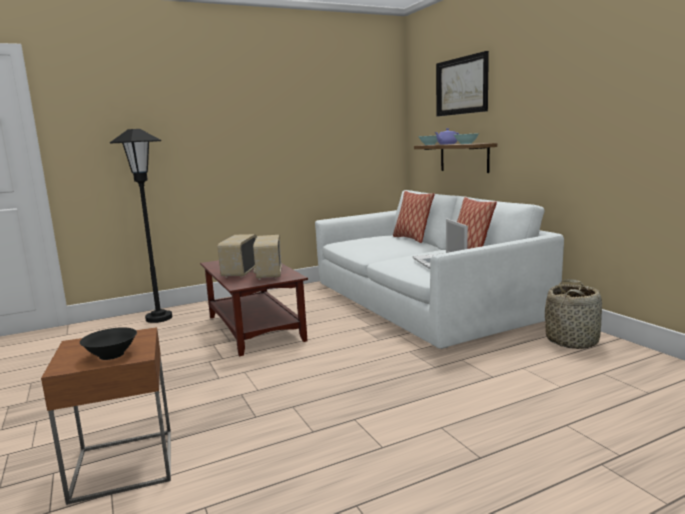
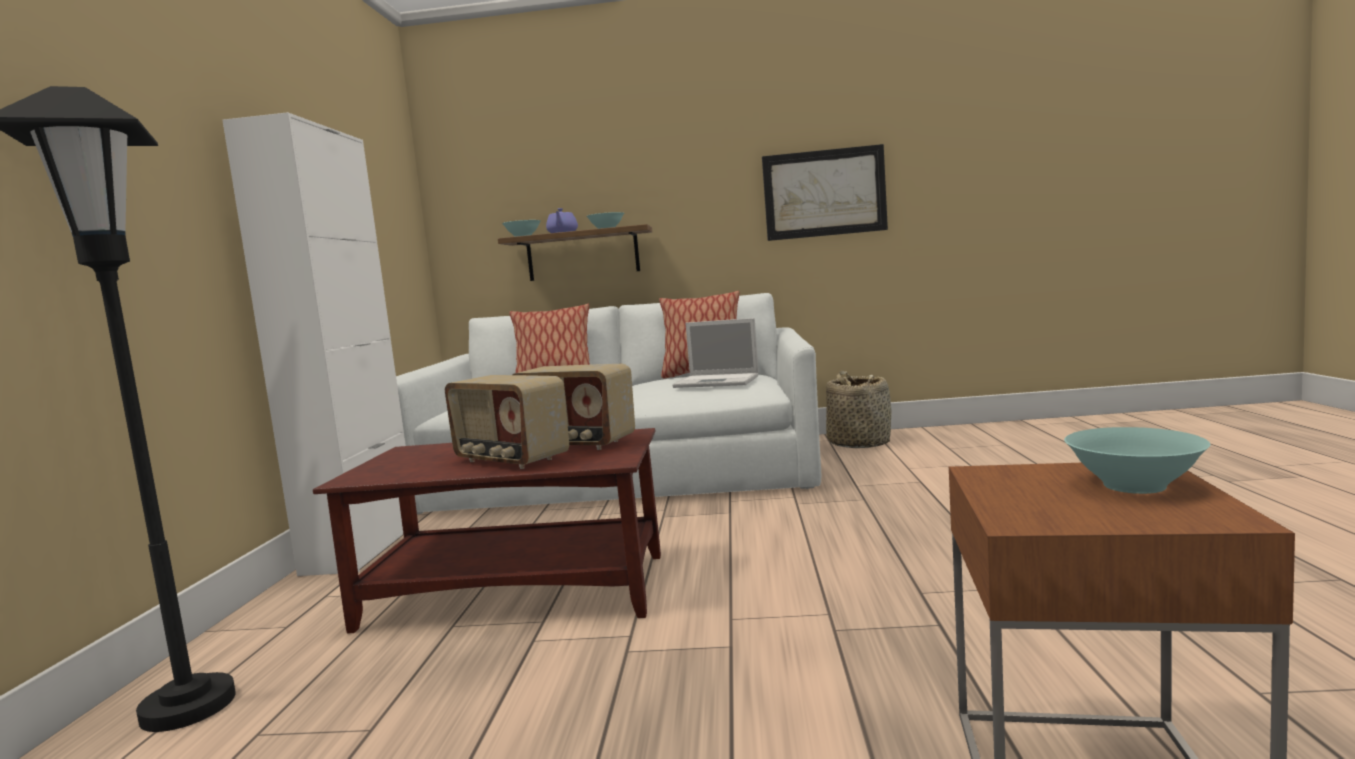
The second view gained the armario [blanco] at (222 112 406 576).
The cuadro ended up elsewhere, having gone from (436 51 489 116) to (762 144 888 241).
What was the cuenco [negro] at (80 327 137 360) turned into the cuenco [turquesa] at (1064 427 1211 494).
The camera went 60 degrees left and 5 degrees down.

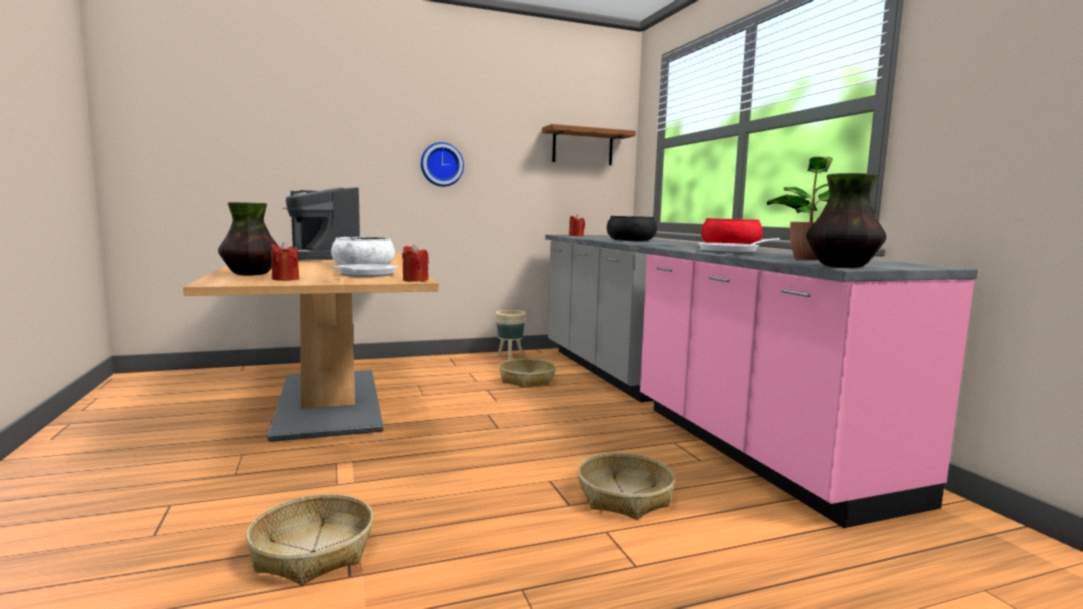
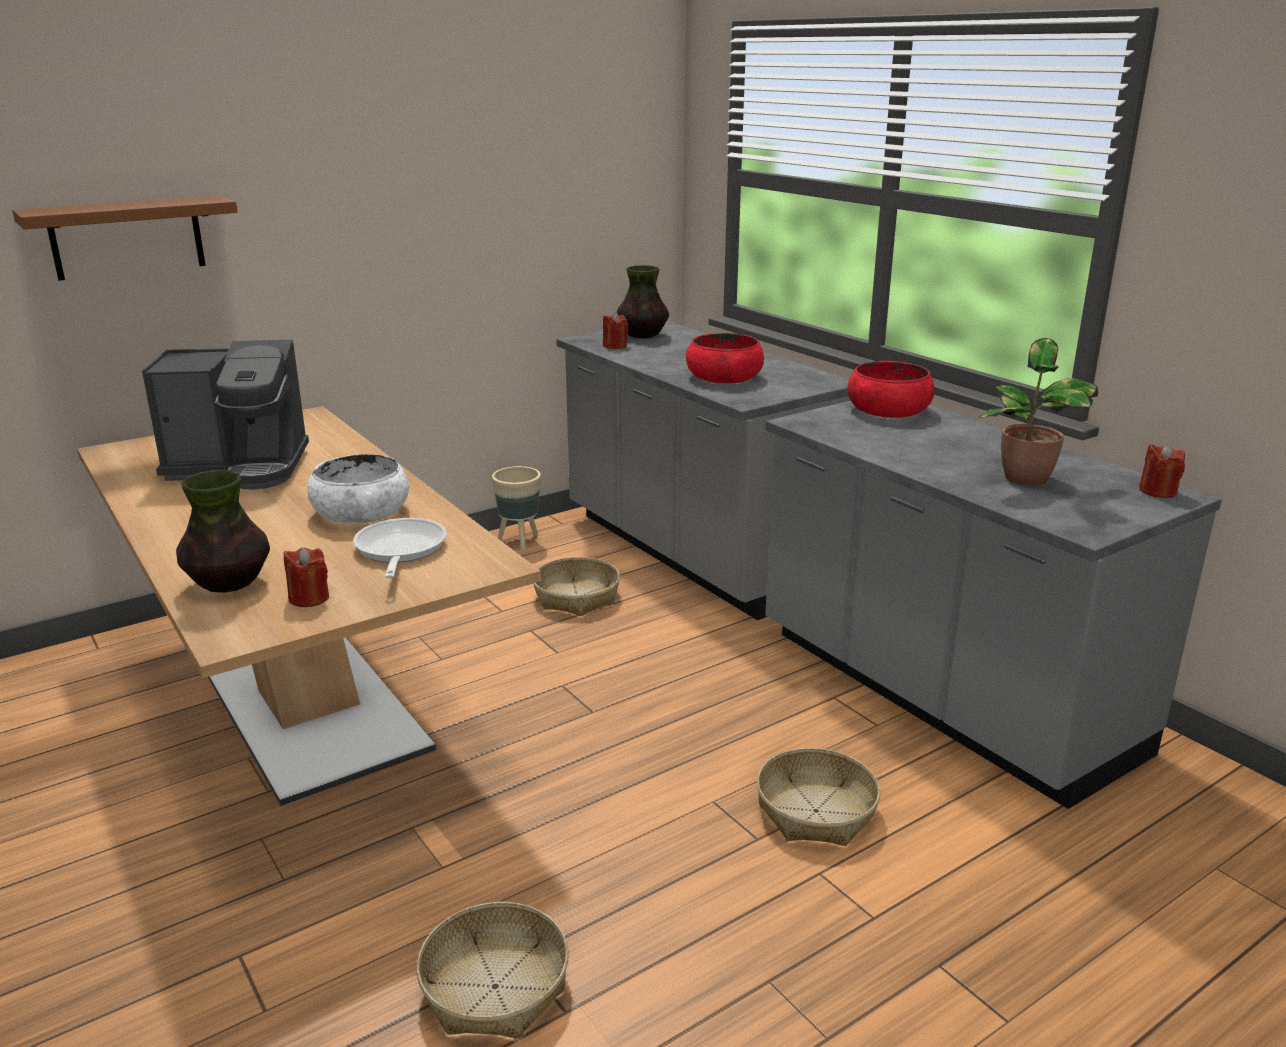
The estante [marrón] ended up elsewhere, having gone from (542 124 636 165) to (12 196 238 281).
The cafetera at (283 187 360 261) ended up facing another way, 45 degrees counterclockwise from before.
The florero ended up elsewhere, having gone from (806 173 886 268) to (617 265 669 338).
What was the cuenco [negro] at (607 216 657 241) turned into the cuenco [rojo] at (686 333 764 384).
What was the mueble bajo de cocina [rosa] at (640 246 978 528) turned into the mueble bajo de cocina [gris] at (765 401 1222 809).
The vela [rojo] ended up elsewhere, having gone from (402 244 429 282) to (1139 443 1185 498).
The second view lost the reloj de pared at (421 142 464 187).
The second view lost the sartén at (698 238 780 254).
The camera went 15 degrees left and 15 degrees up.

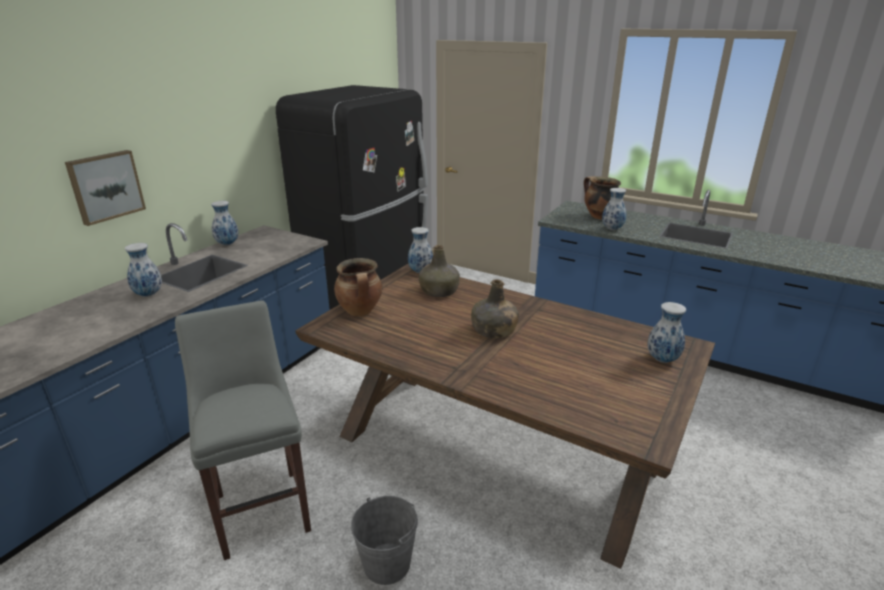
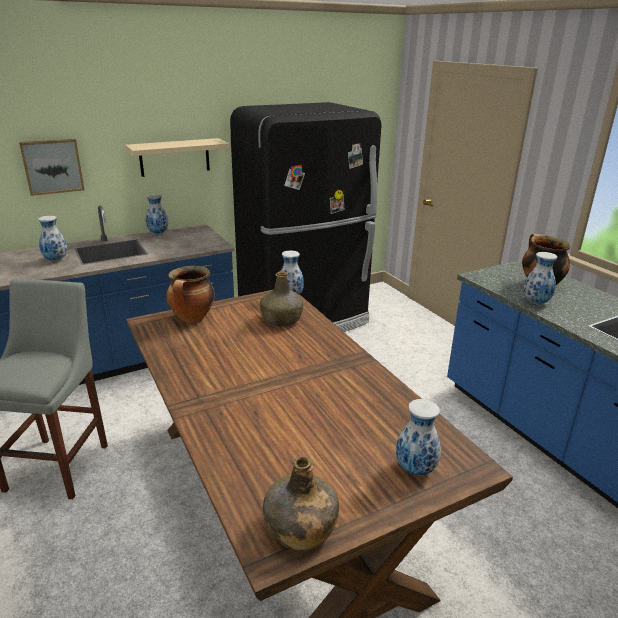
The second view gained the estante [beis] at (125 138 230 177).
The botella [verde] ended up elsewhere, having gone from (471 279 519 339) to (263 456 339 550).
The second view lost the cubo [gris] at (351 496 418 585).
The camera went 30 degrees right and 0 degrees up.

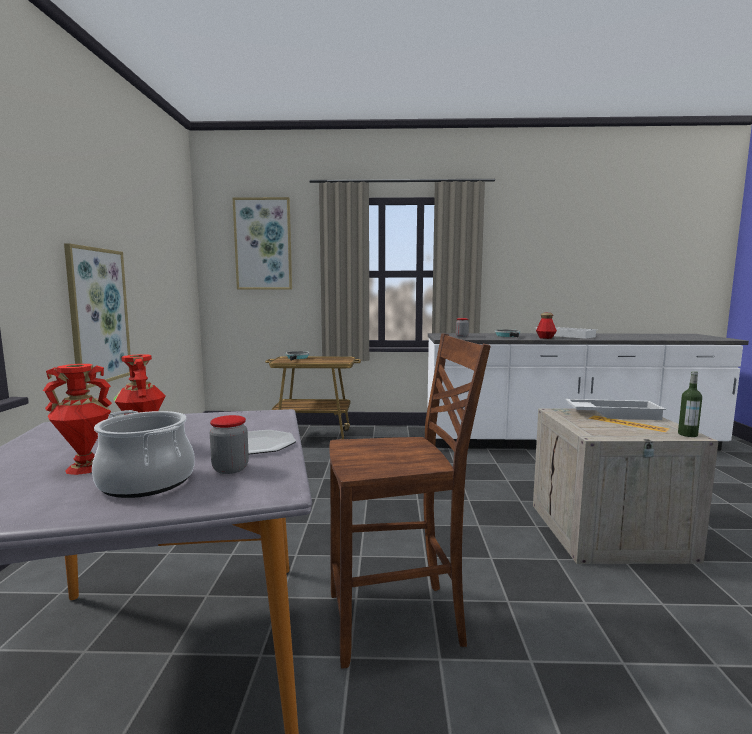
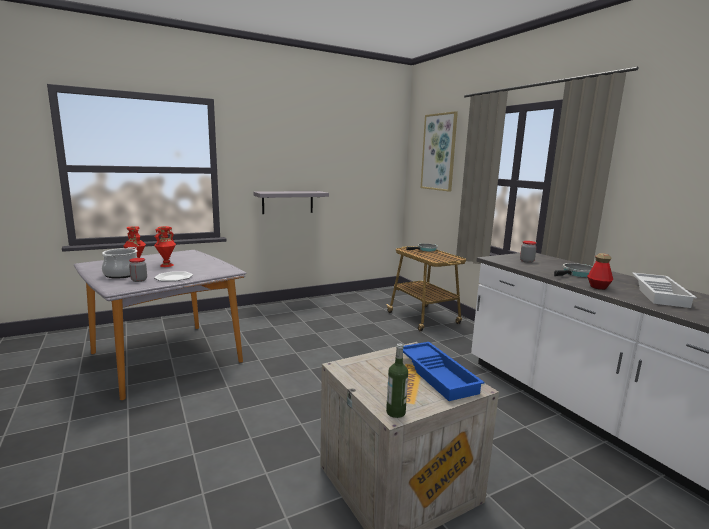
Where the cuadro hung at (64 243 131 389), the estante [gris] came to hang at (253 191 329 214).
What was the bandeja [blanco] at (566 399 666 420) turned into the bandeja [azul] at (403 342 485 401).
The second view lost the silla [marrón] at (329 333 490 668).
The camera went 60 degrees right and 5 degrees up.

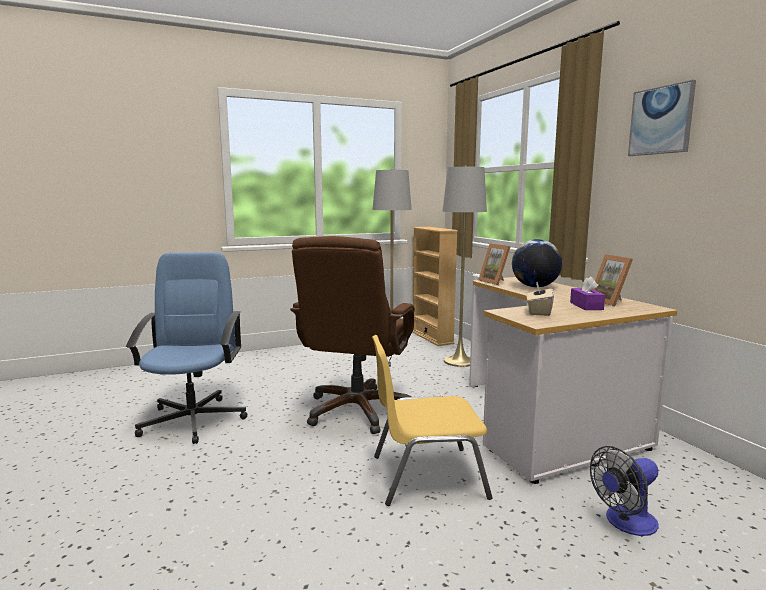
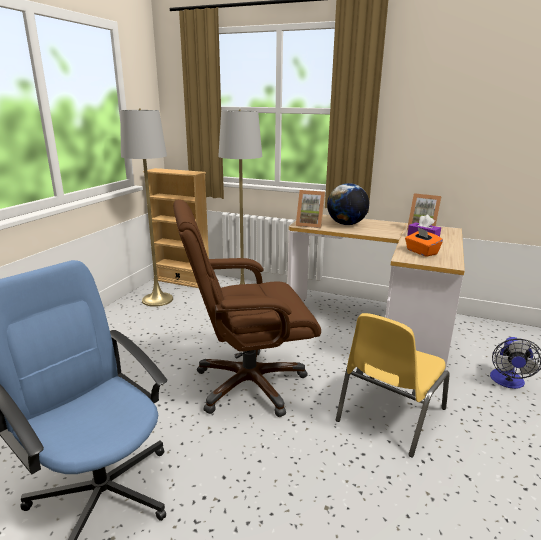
The silla de oficina [marrón] at (290 236 415 434) ended up facing another way, 105 degrees clockwise from before.
What was the caja de pañuelos [beis] at (527 282 554 316) turned into the caja de pañuelos [naranja] at (405 228 443 257).
The second view lost the cuadro at (628 80 696 156).
The camera went 45 degrees left and 10 degrees up.

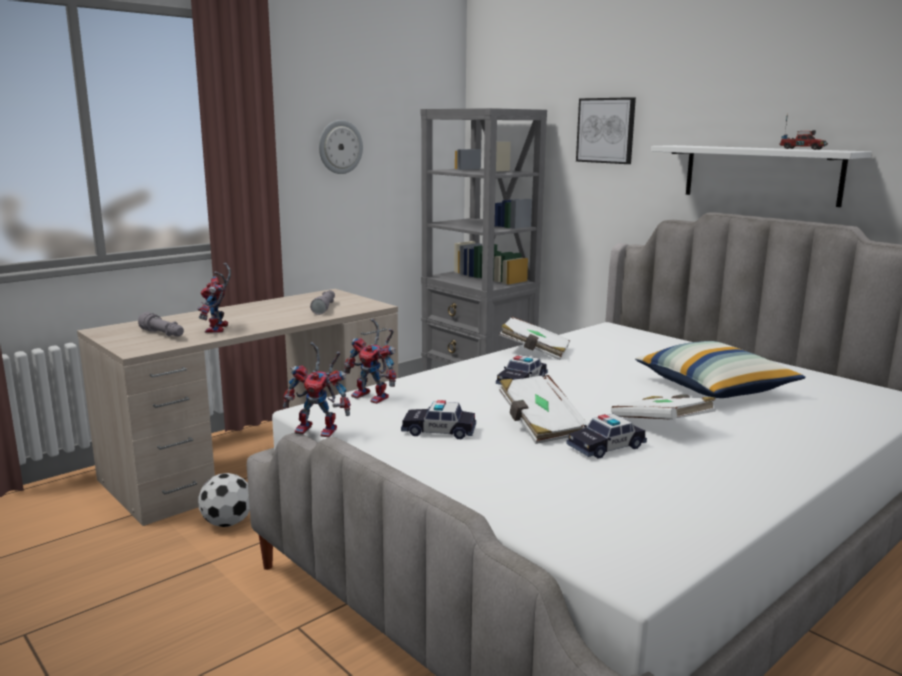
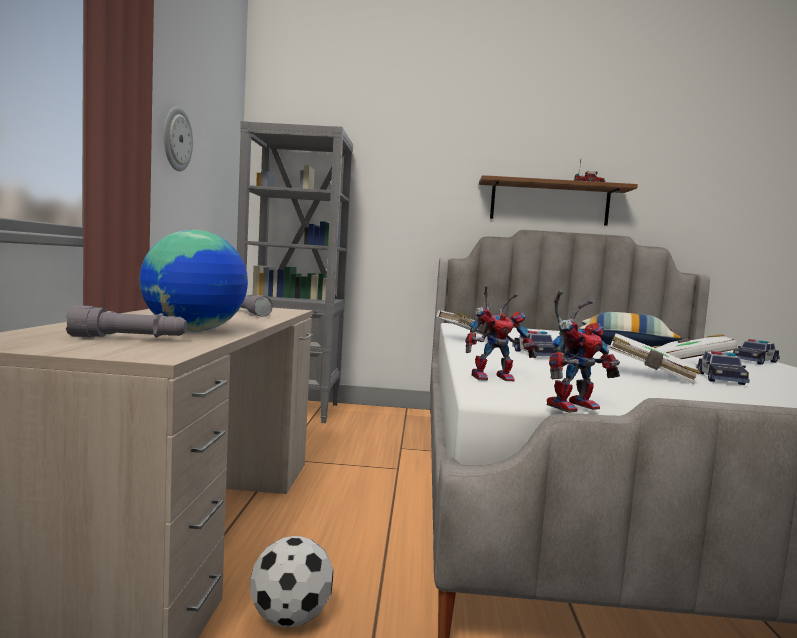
Where the robot de juguete stood at (198 263 231 333), the globo terráqueo came to stand at (139 230 248 331).
What was the estante [blanco] at (651 145 872 207) turned into the estante [marrón] at (479 175 638 226).
The coche de juguete ended up elsewhere, having gone from (401 400 476 439) to (733 339 780 365).
The second view lost the cuadro at (576 97 636 164).
The camera went 45 degrees left and 10 degrees down.

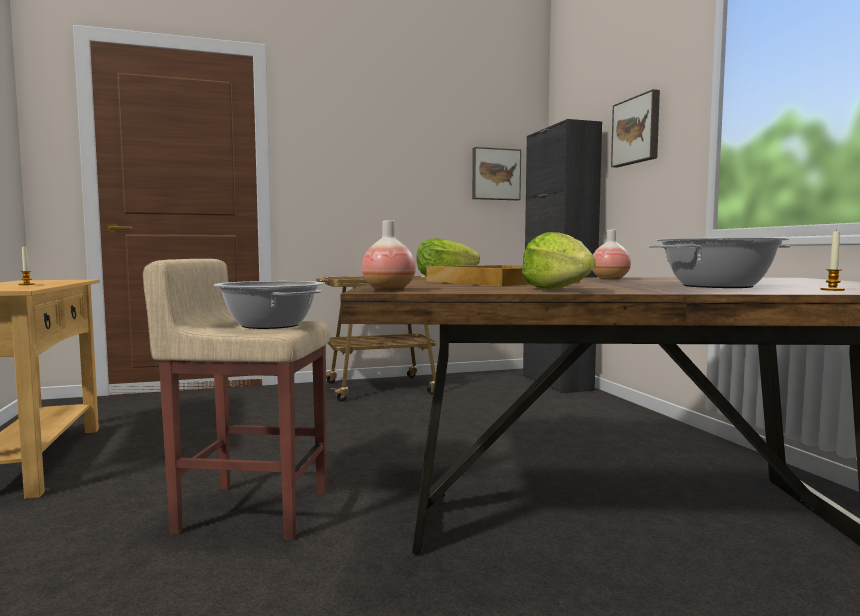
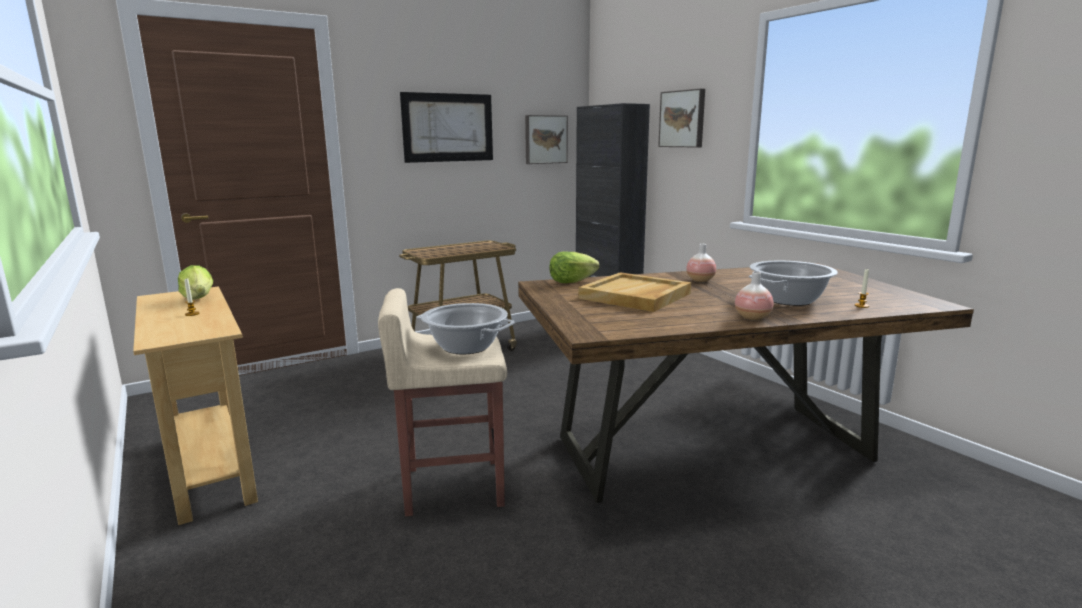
The lechuga ended up elsewhere, having gone from (522 232 596 289) to (178 265 213 300).
The second view gained the cuadro at (400 92 493 163).
The florero ended up elsewhere, having gone from (362 220 416 291) to (735 272 774 320).
The camera went 15 degrees left and 10 degrees up.

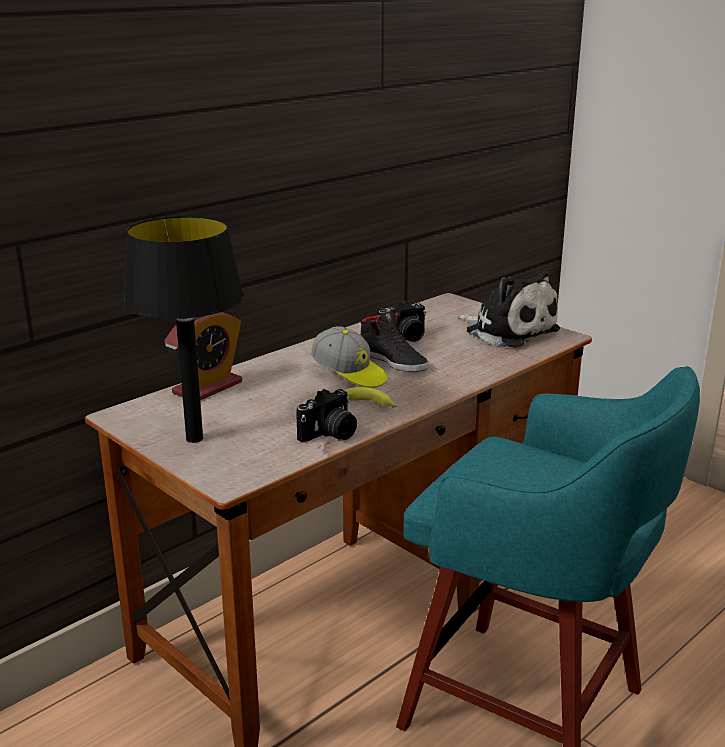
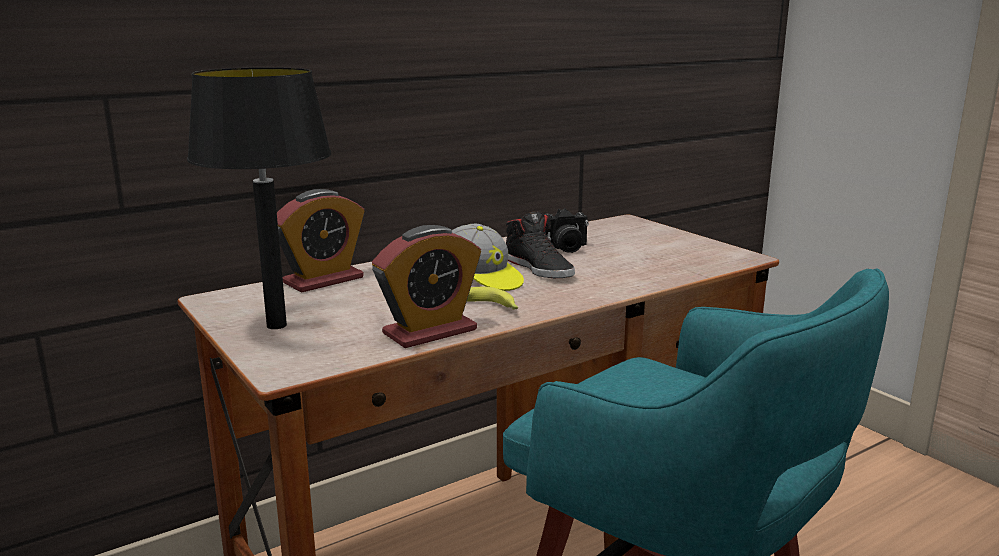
Where the cámara stood at (296 389 357 442), the despertador came to stand at (372 225 481 348).
The second view lost the peluche at (457 271 560 348).
The camera went 10 degrees right and 5 degrees down.

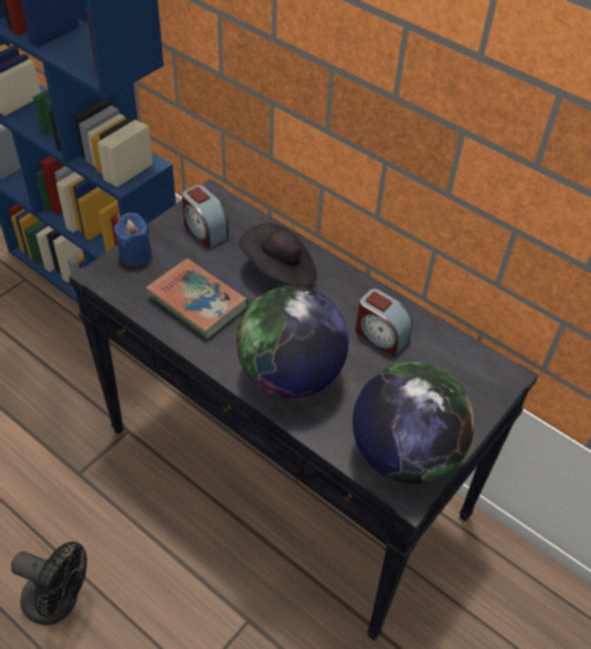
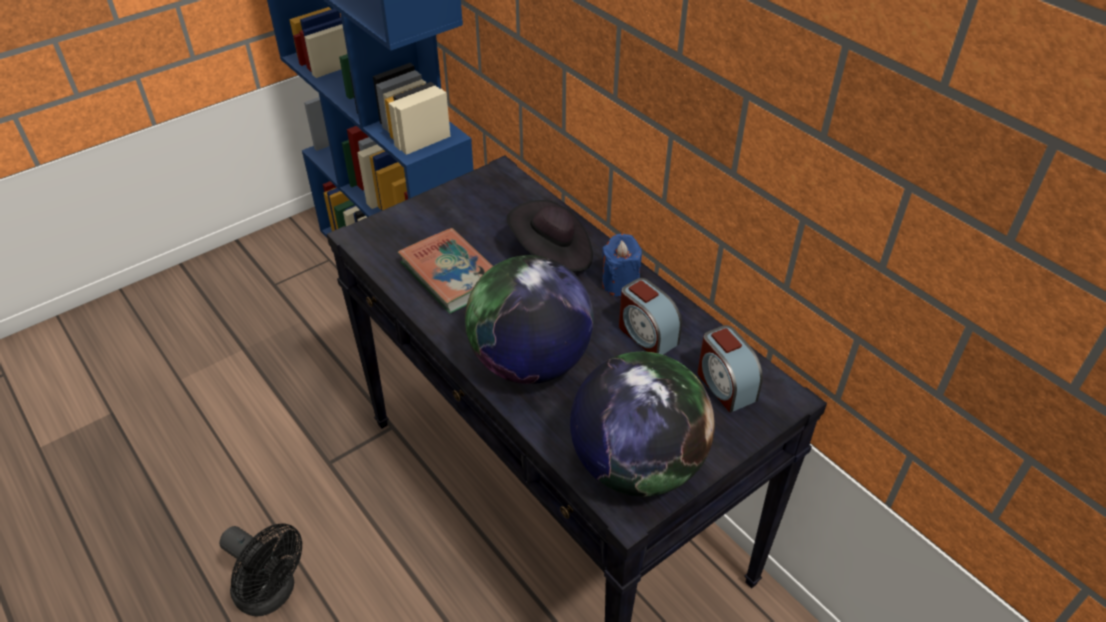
The vela [azul] ended up elsewhere, having gone from (114 213 152 266) to (602 234 642 297).
The despertador ended up elsewhere, having gone from (182 185 229 248) to (698 325 763 413).
The camera went 15 degrees right and 5 degrees down.

